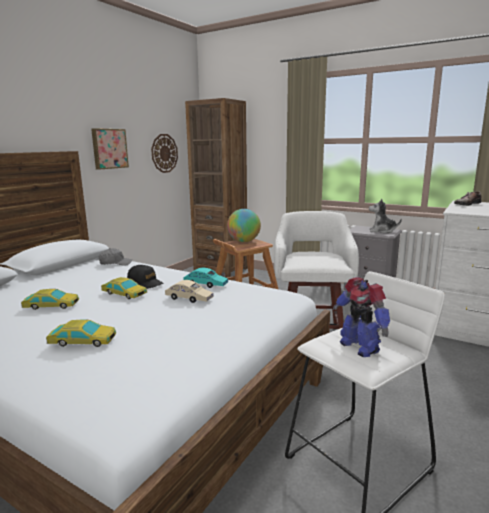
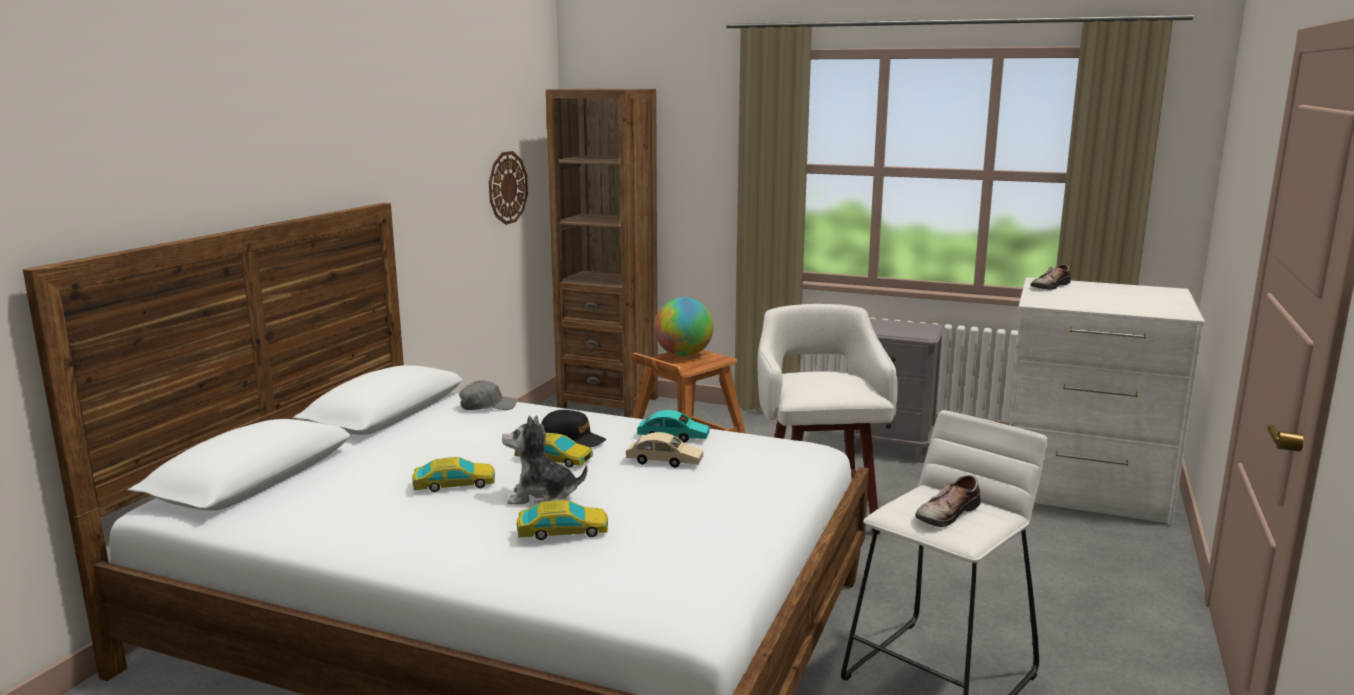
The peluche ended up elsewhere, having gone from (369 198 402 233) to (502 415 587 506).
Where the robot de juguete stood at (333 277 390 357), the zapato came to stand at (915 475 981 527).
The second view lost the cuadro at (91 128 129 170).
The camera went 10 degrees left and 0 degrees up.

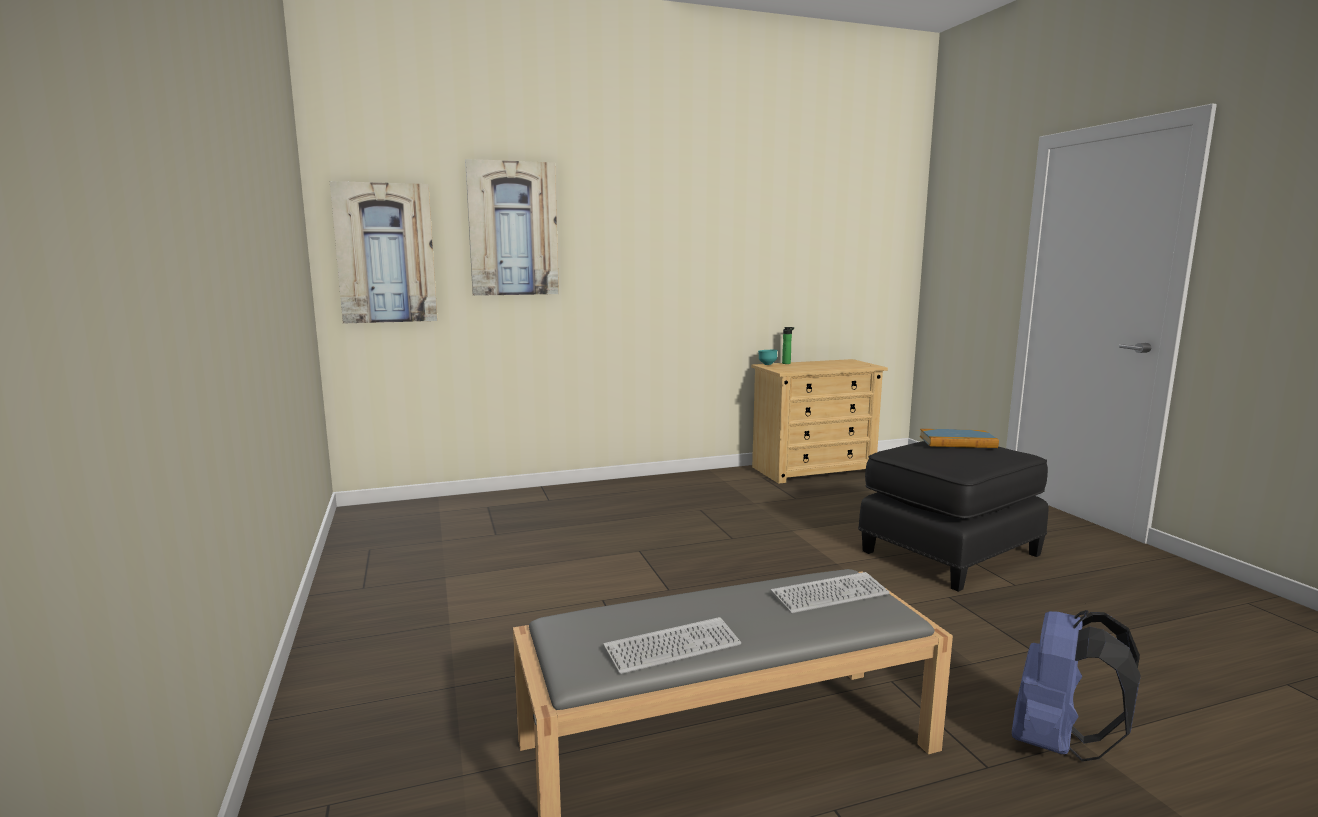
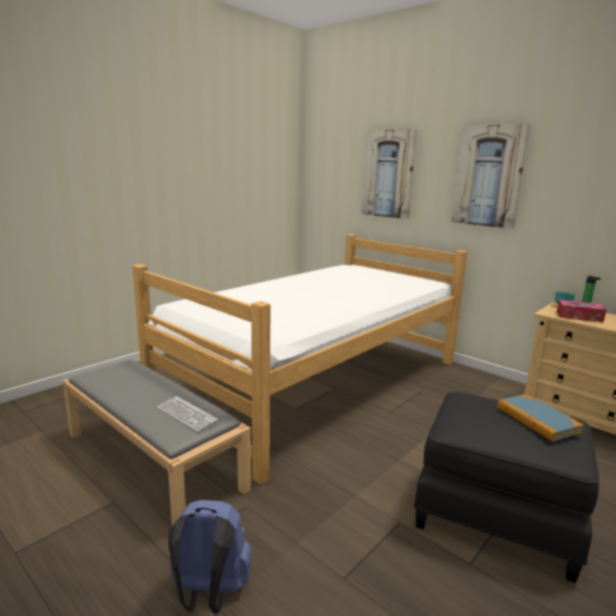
The second view gained the cama at (132 234 467 485).
The cuadro ended up elsewhere, having gone from (330 181 438 323) to (451 124 531 229).
The second view gained the caja de pañuelos at (557 300 606 323).
The second view lost the teclado at (603 617 741 674).
The camera went 60 degrees right and 5 degrees up.

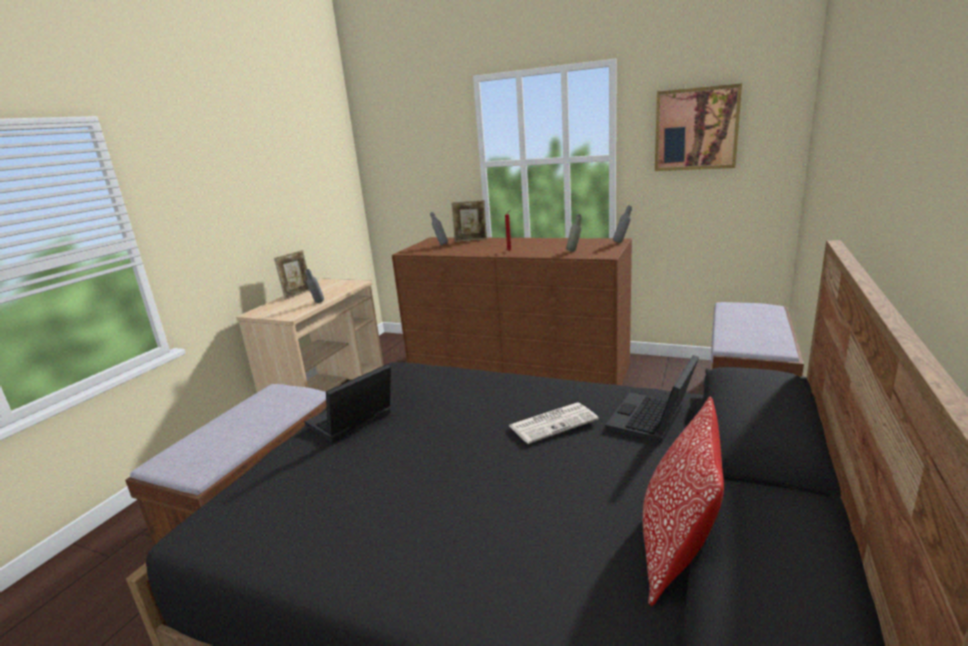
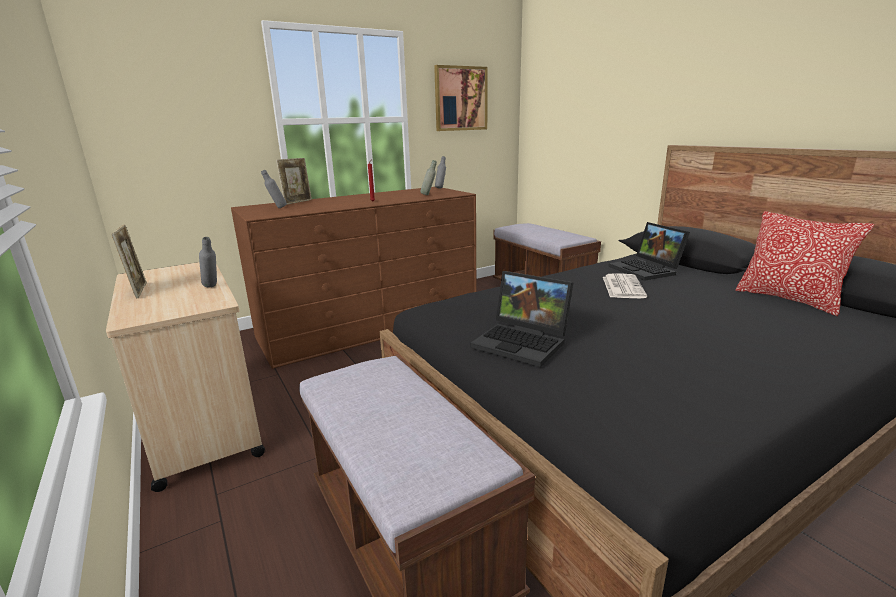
The portátil at (305 364 391 443) ended up facing another way, 45 degrees counterclockwise from before.
The camera went 55 degrees left and 0 degrees up.

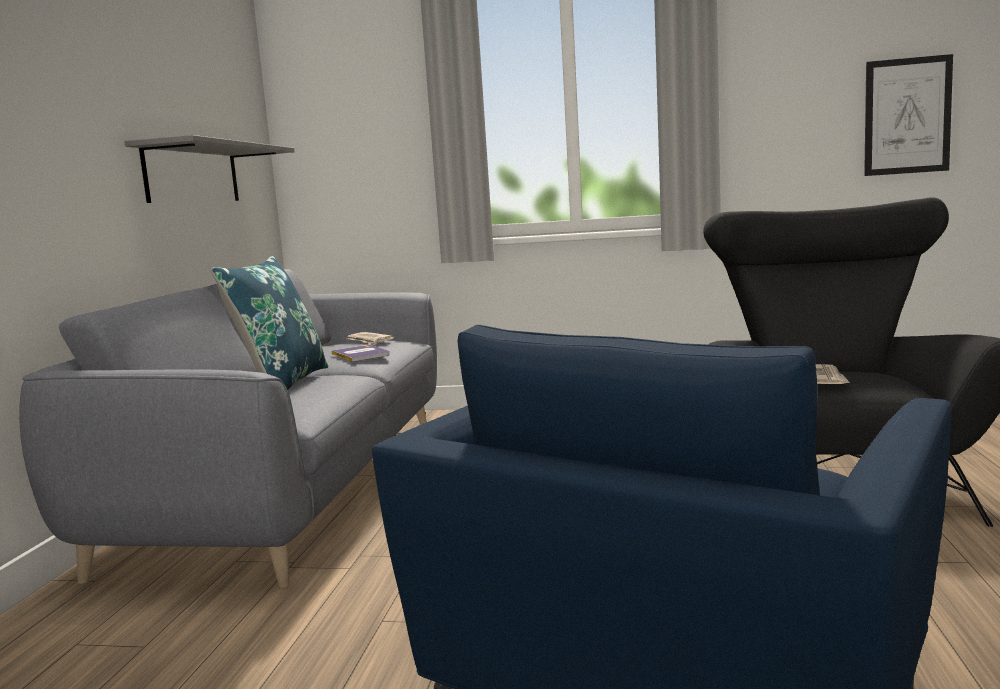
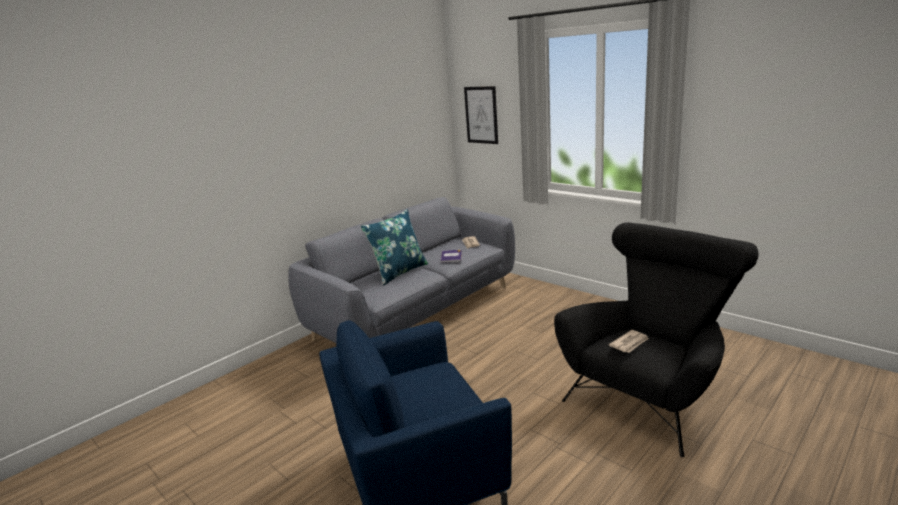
The cuadro ended up elsewhere, having gone from (864 54 953 176) to (464 86 498 144).
The second view lost the estante [gris] at (124 135 294 203).
The camera went 35 degrees right and 10 degrees up.

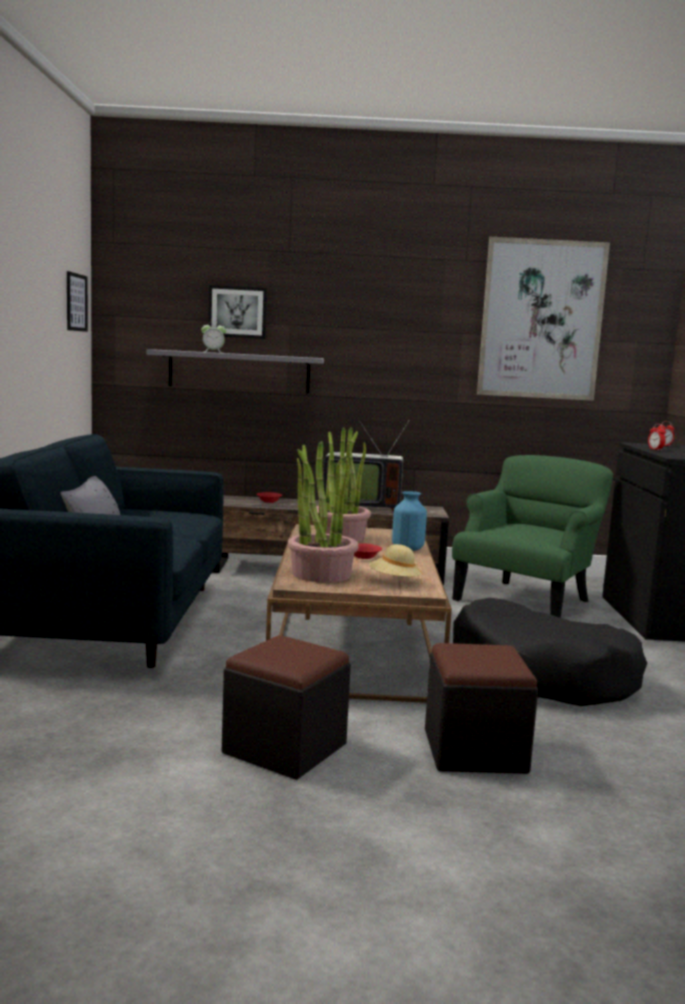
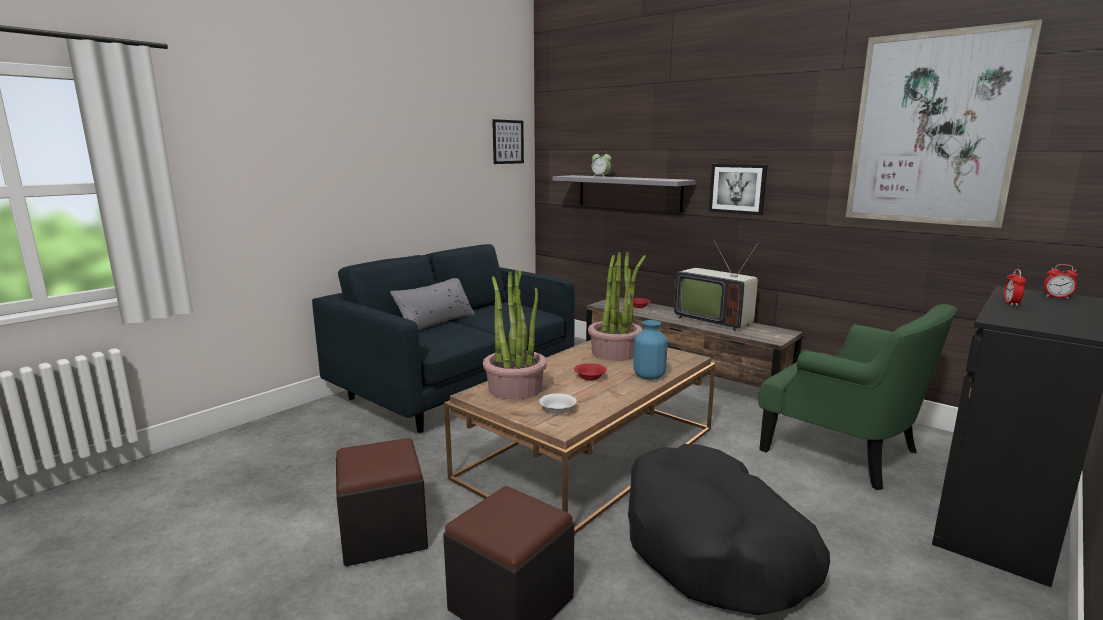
Where the sombrero [beis] stood at (369 544 422 584), the cuenco [blanco] came to stand at (539 393 577 414).
The cuadro ended up elsewhere, having gone from (208 285 267 339) to (709 164 768 215).
The sillón [verde] at (452 455 613 618) ended up facing another way, 60 degrees clockwise from before.
The camera went 40 degrees right and 5 degrees up.

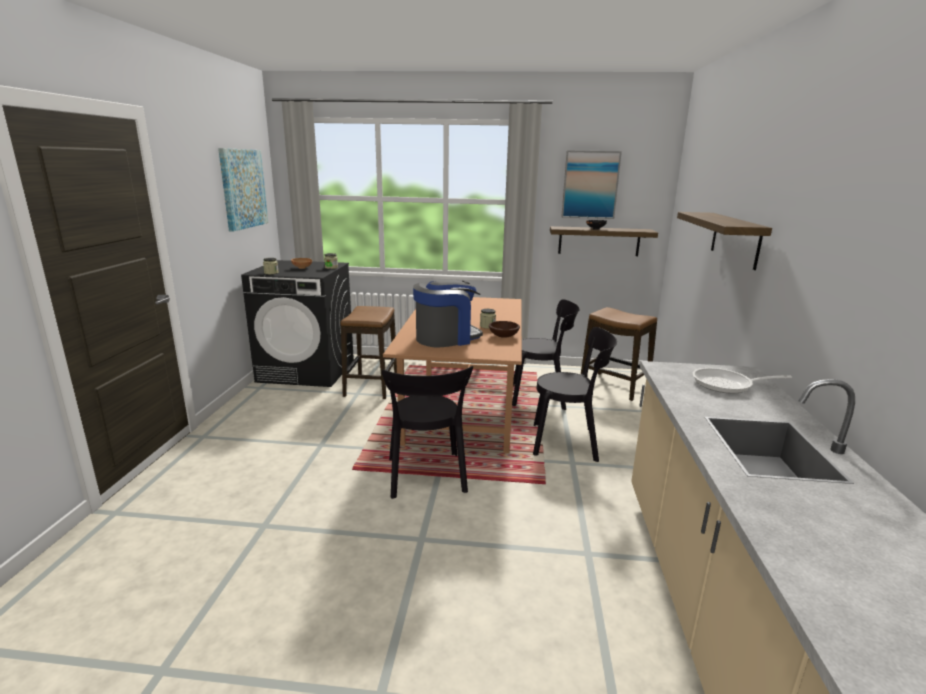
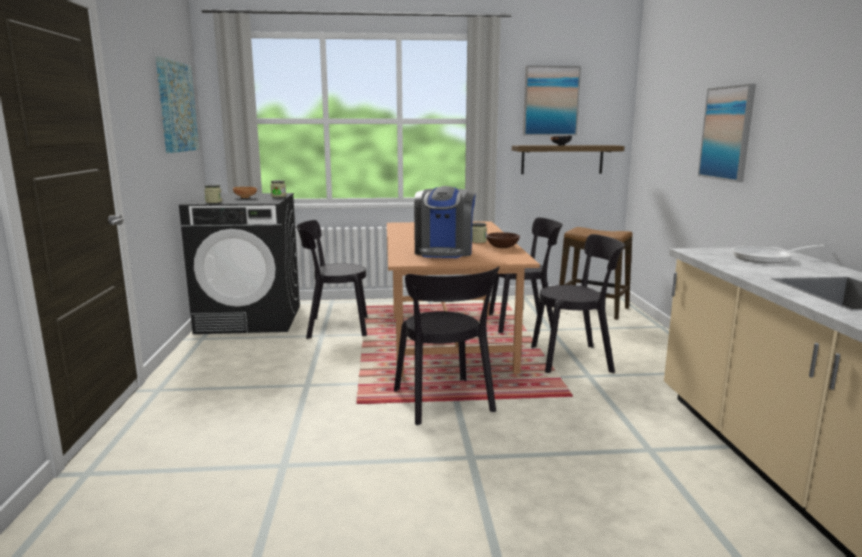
Where the taburete stood at (340 306 397 399), the silla [negro] came to stand at (296 220 367 339).
The cafetera at (413 280 483 348) ended up facing another way, 135 degrees clockwise from before.
Where the estante hung at (677 212 772 270), the cuadro came to hang at (698 84 756 182).
The camera went 10 degrees left and 5 degrees down.

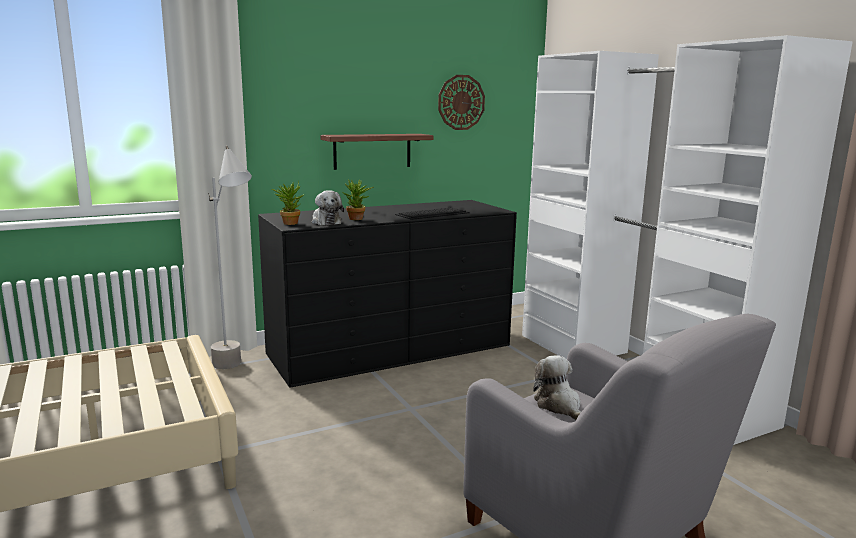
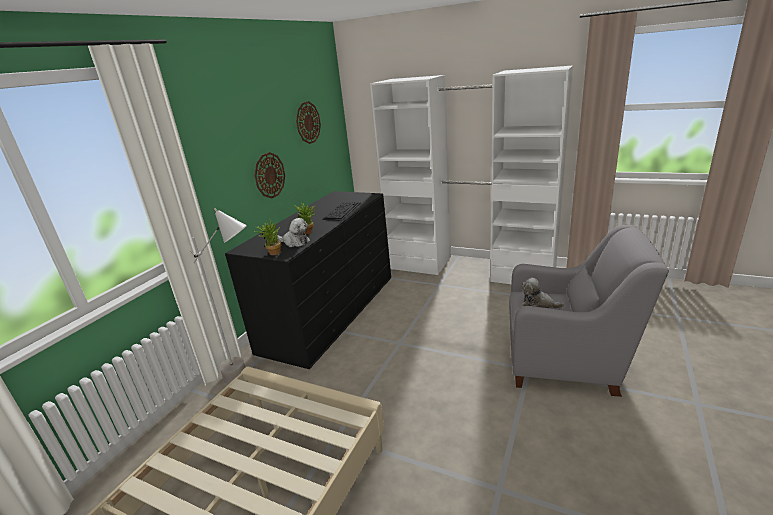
Where the estante hung at (320 134 434 170), the reloj de pared came to hang at (255 152 285 199).
The camera went 35 degrees left and 10 degrees up.

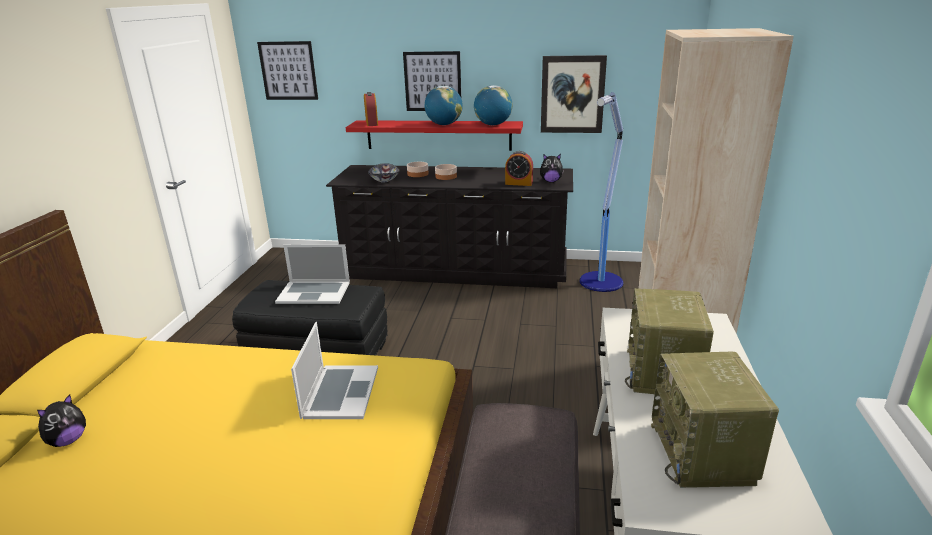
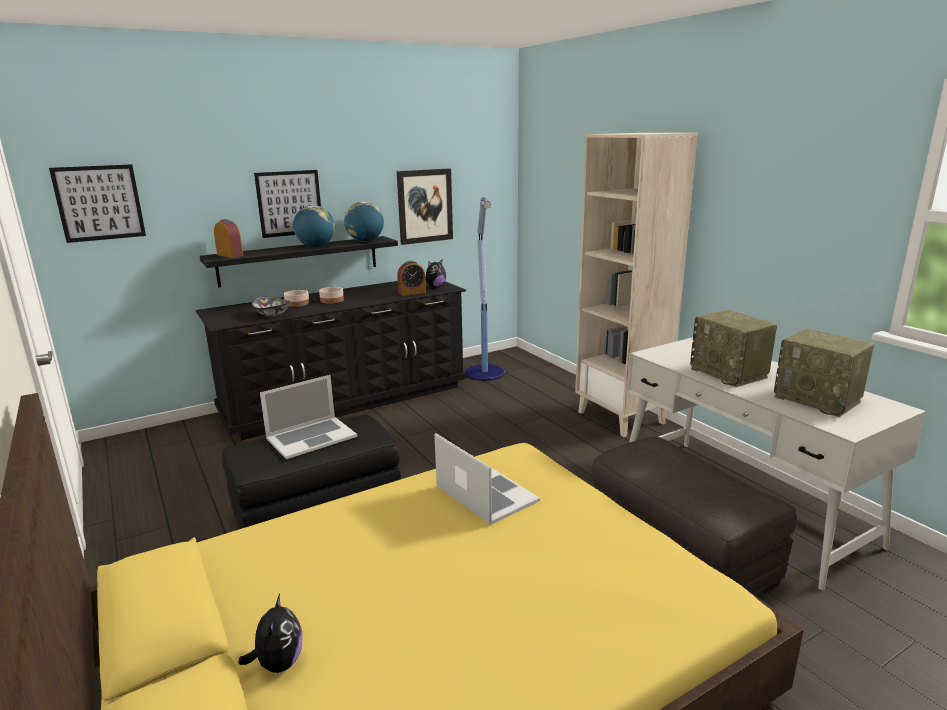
What was the estante [rojo] at (346 120 523 151) turned into the estante [negro] at (200 236 398 287).
The camera went 40 degrees left and 5 degrees down.

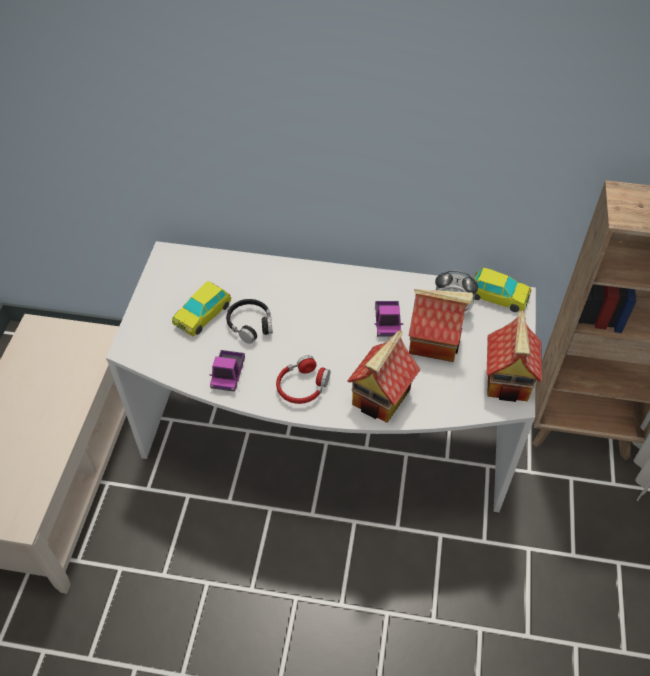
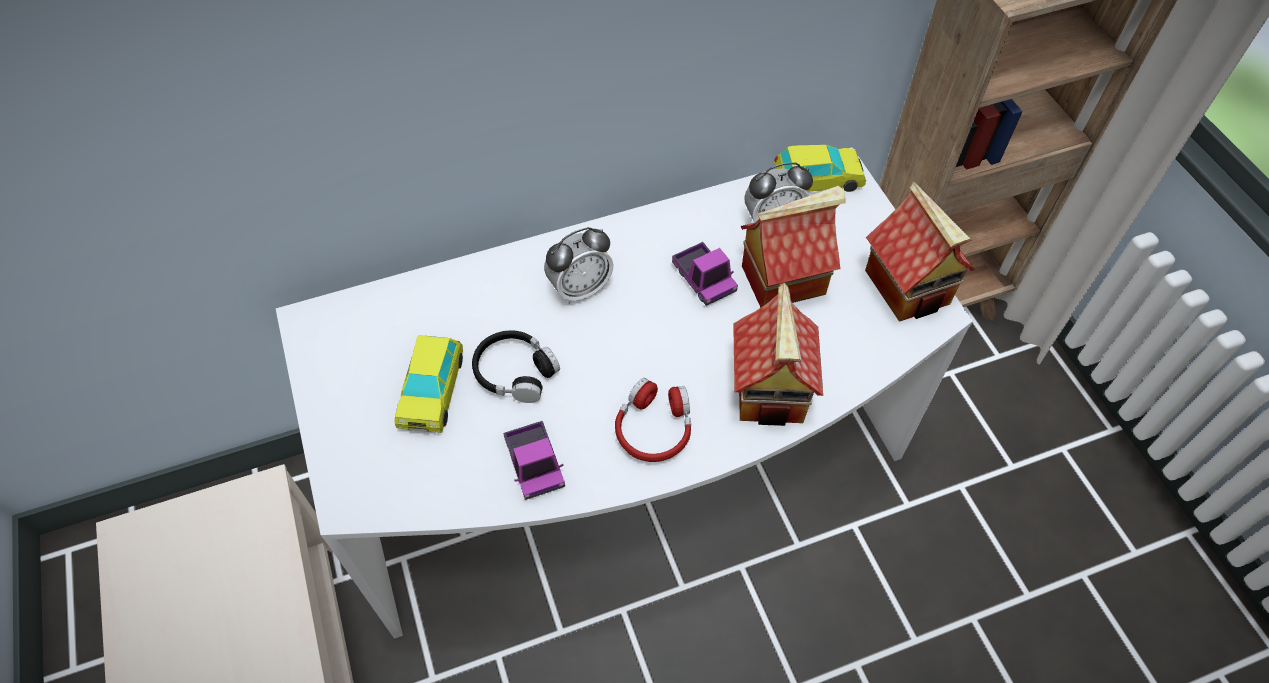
The second view gained the despertador at (544 227 613 304).
The camera went 30 degrees left and 5 degrees up.

